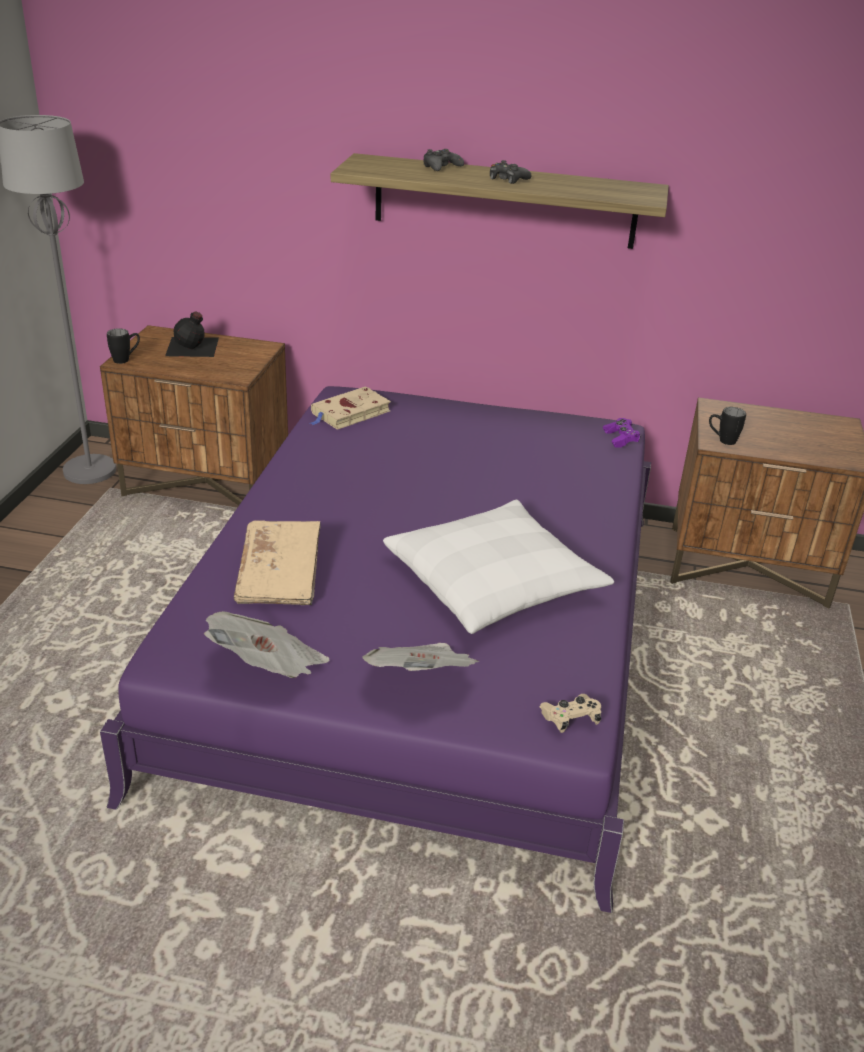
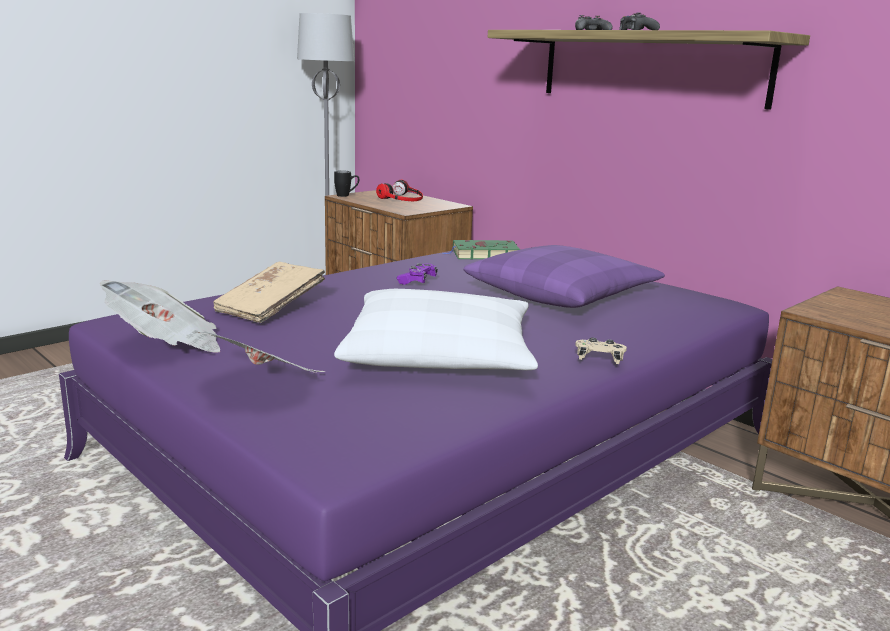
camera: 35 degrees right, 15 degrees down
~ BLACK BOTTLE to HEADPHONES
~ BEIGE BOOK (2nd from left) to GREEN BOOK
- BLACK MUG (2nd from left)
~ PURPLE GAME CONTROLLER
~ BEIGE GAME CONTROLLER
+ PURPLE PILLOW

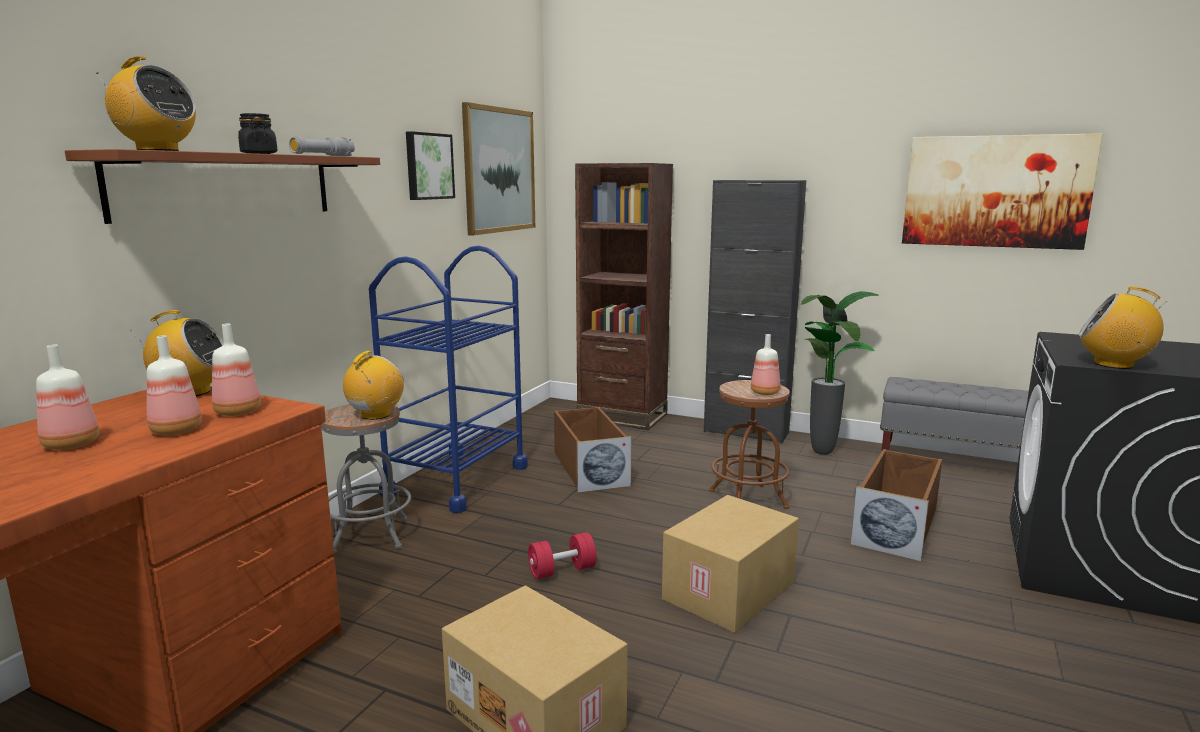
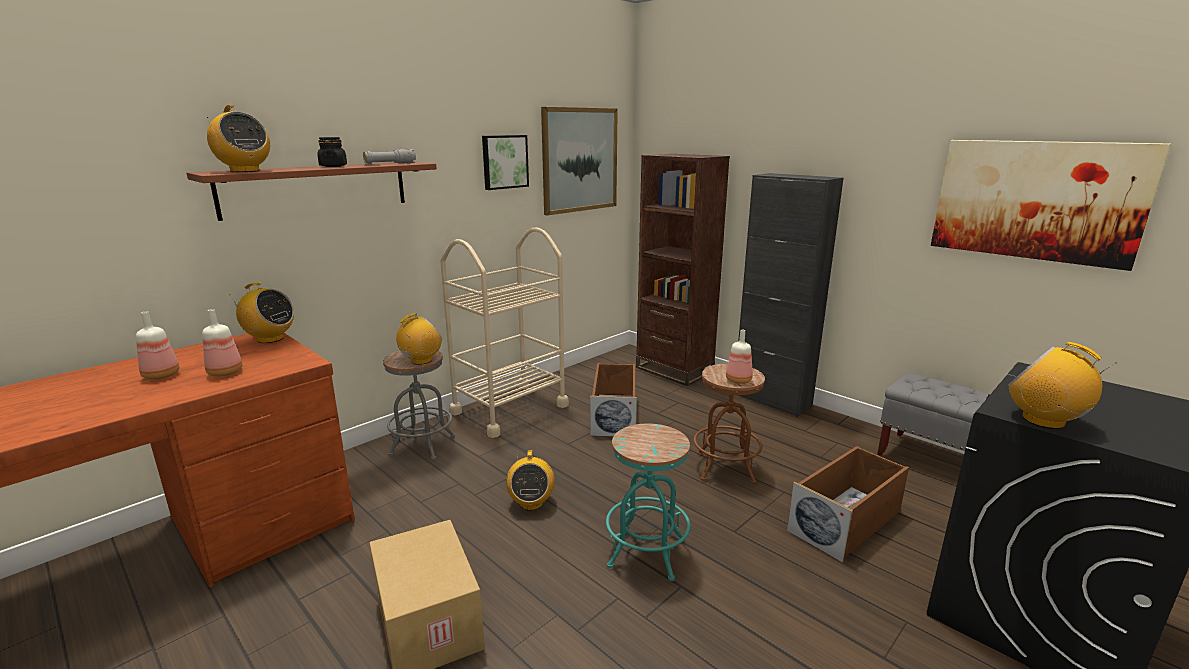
camera: 20 degrees right, 5 degrees up
~ BLUE CART to BEIGE CART
- POTTED PLANT
- BOTTLE (3rd from left)
~ CARDBOARD BOX (2nd from left) to TURQUOISE STOOL
~ RED DUMBBELL to RADIO (4th from left)

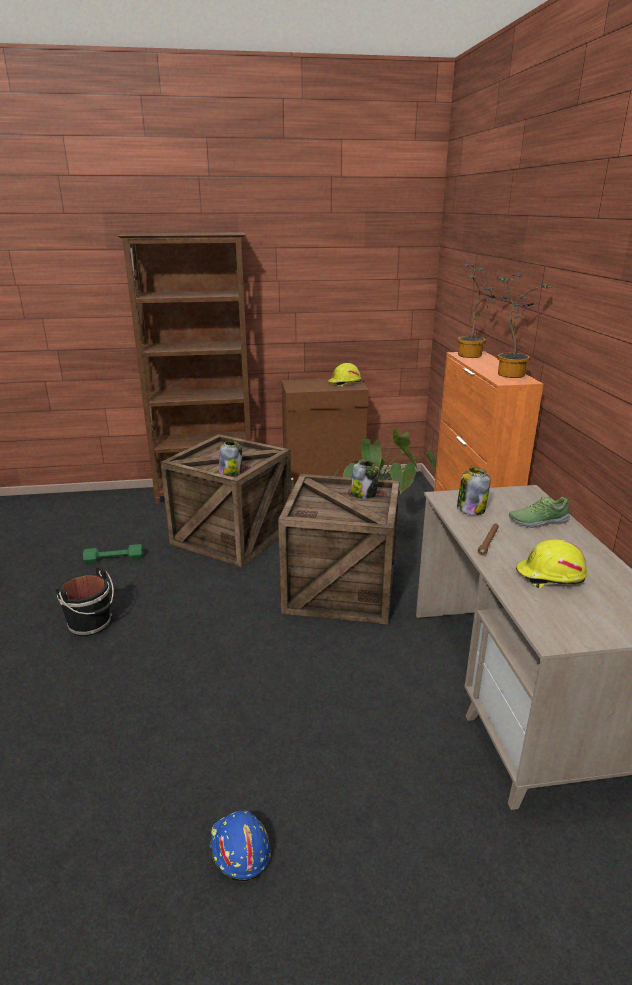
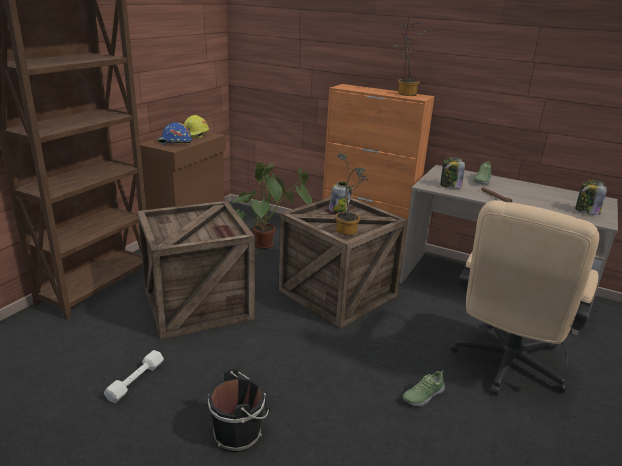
camera: 55 degrees left, 0 degrees up
~ POTTED PLANT (2nd from left)
~ JAR (1st from left in the first image) to JAR (3rd from left)
- YELLOW HARD HAT (2nd from left)
~ GREEN DUMBBELL to WHITE DUMBBELL
~ BLUE HARD HAT
+ BEIGE OFFICE CHAIR
+ SHOE (1st from left)

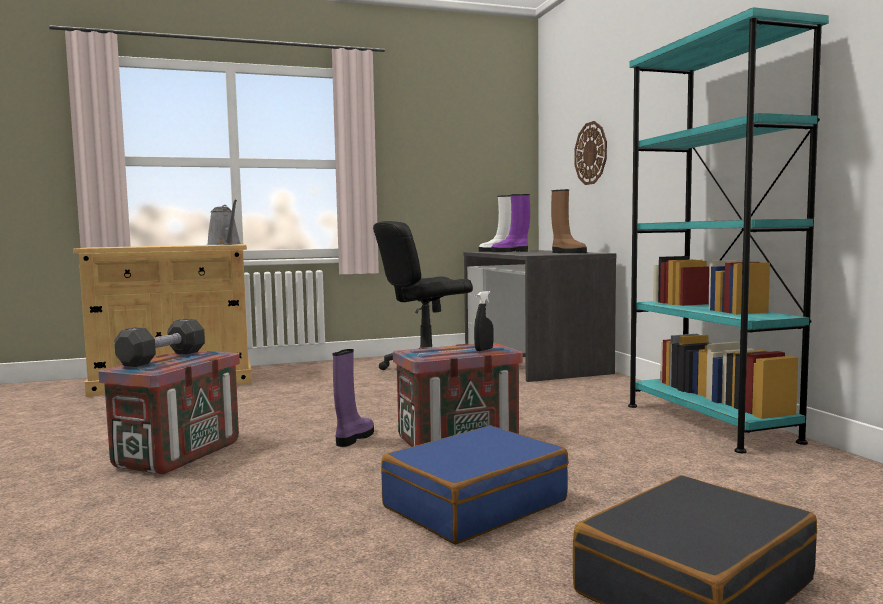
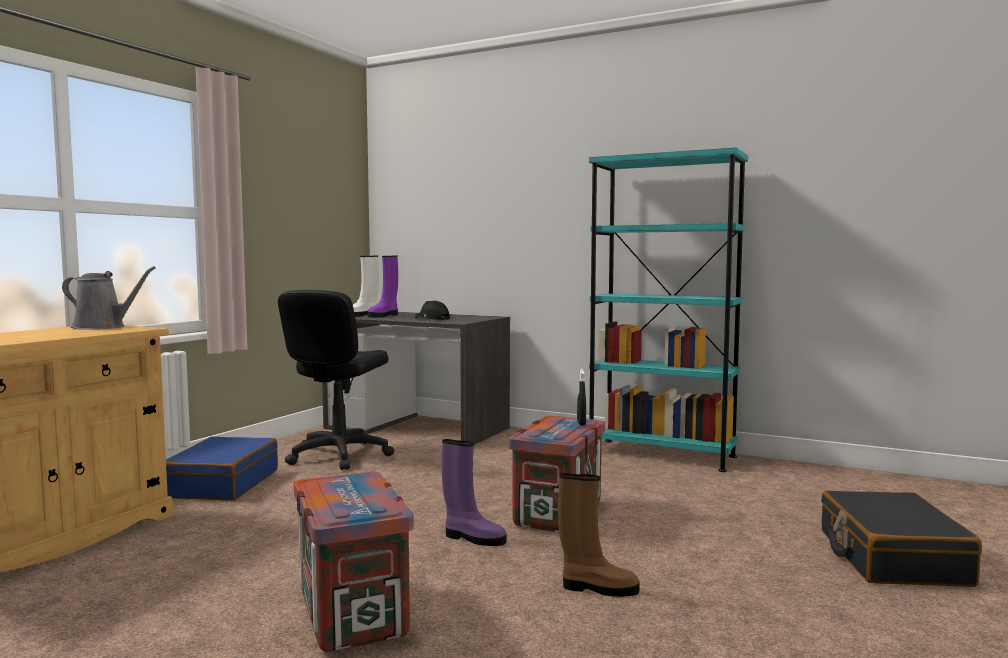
camera: 45 degrees left, 0 degrees up
- WALL CLOCK
~ BROWN BOOT
- BLACK DUMBBELL
~ PURPLE BOOT (1st from left in the first image) 135 degrees clockwise
~ BLUE SUITCASE
+ BLACK CAP

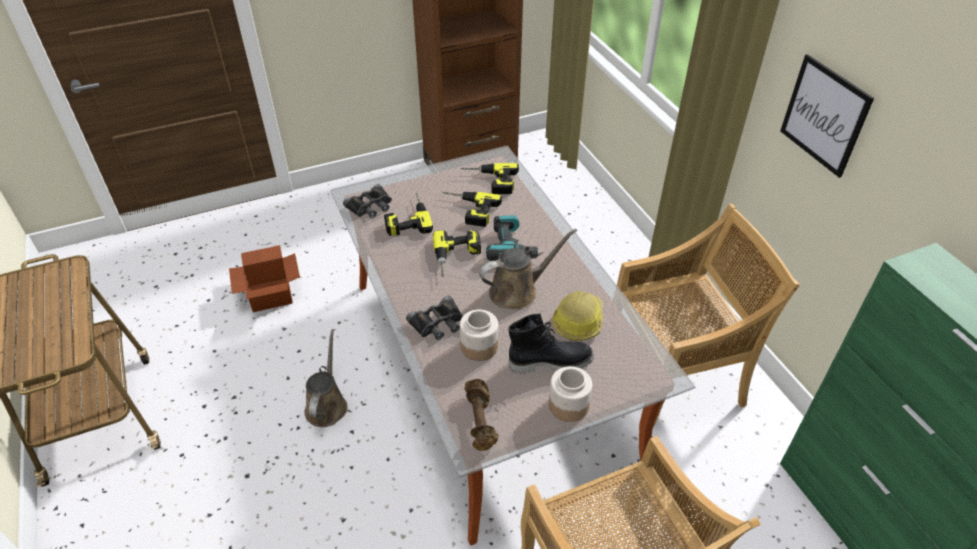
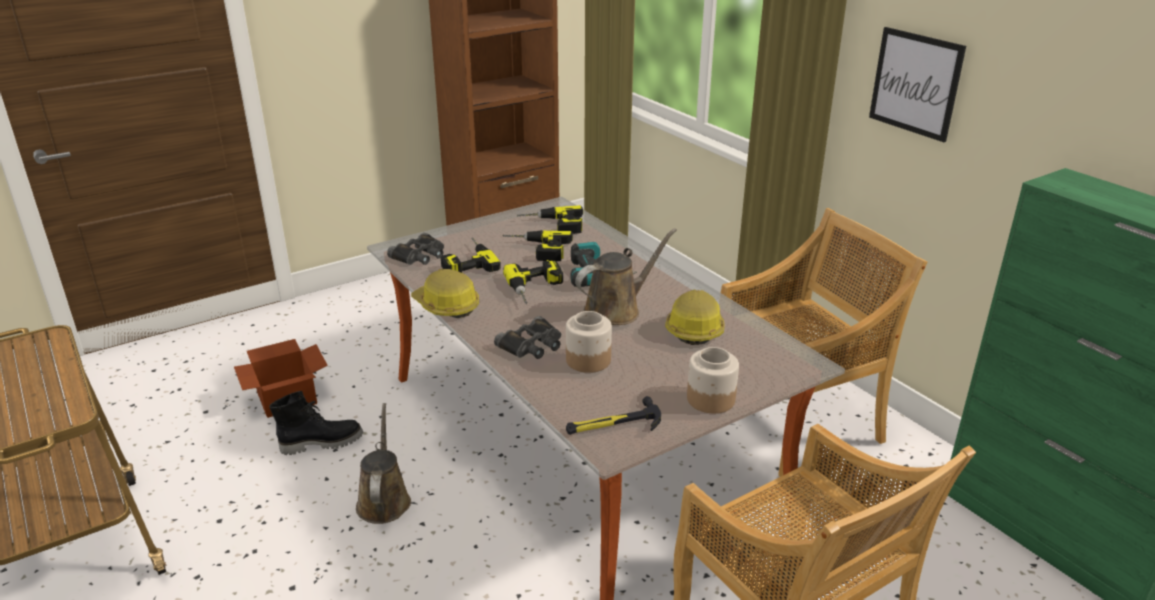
camera: 10 degrees left, 15 degrees down
~ BLACK BOOT
~ BROWN DUMBBELL to HAMMER
+ HARD HAT (1st from left)

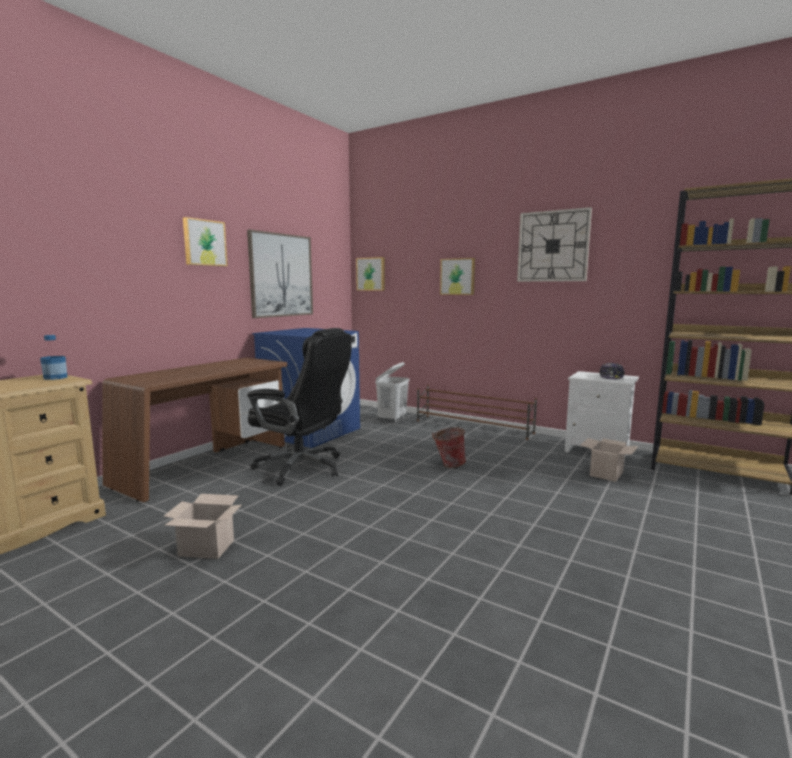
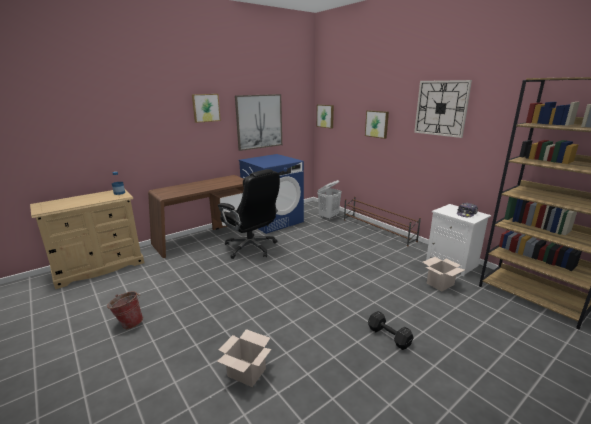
camera: 20 degrees right, 10 degrees up
~ BUCKET
~ CARDBOARD BOX (1st from left)
+ BLACK DUMBBELL

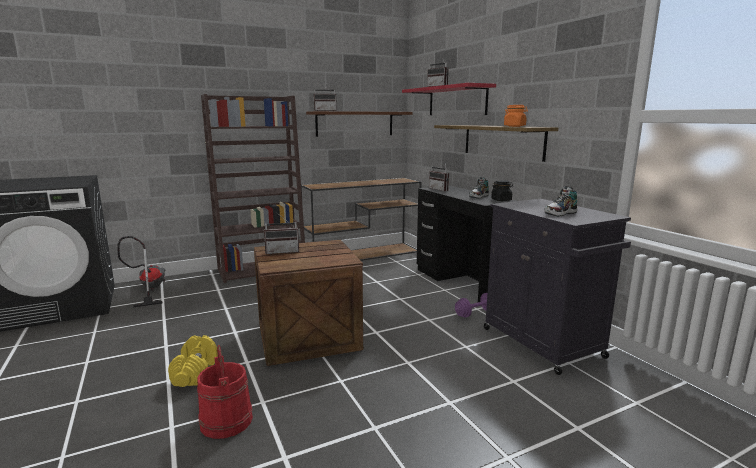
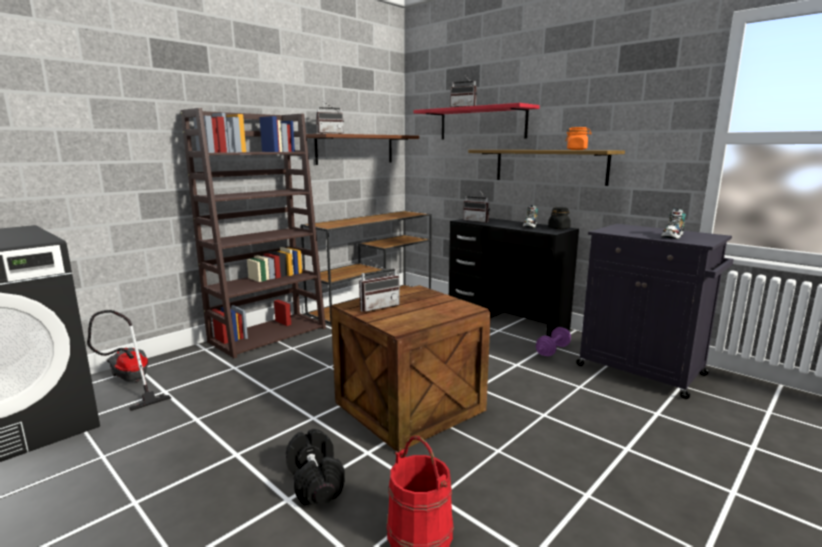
camera: 20 degrees left, 0 degrees up
~ YELLOW DUMBBELL to BLACK DUMBBELL

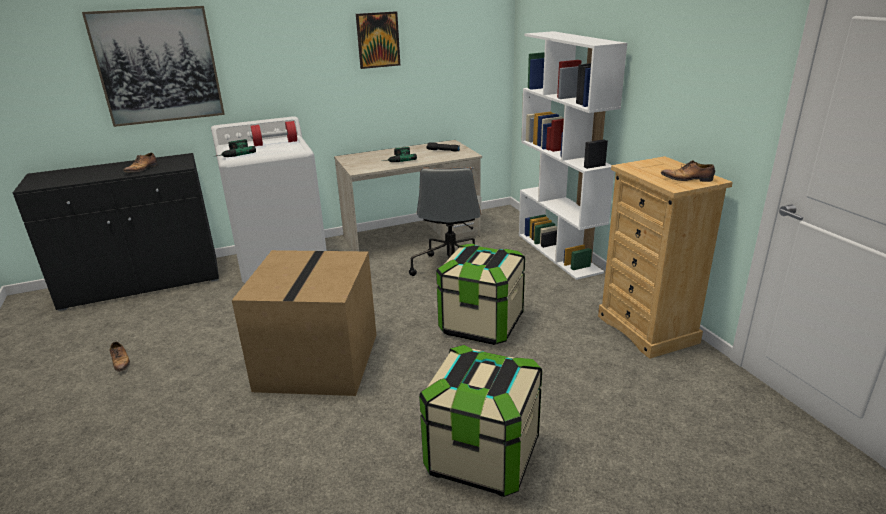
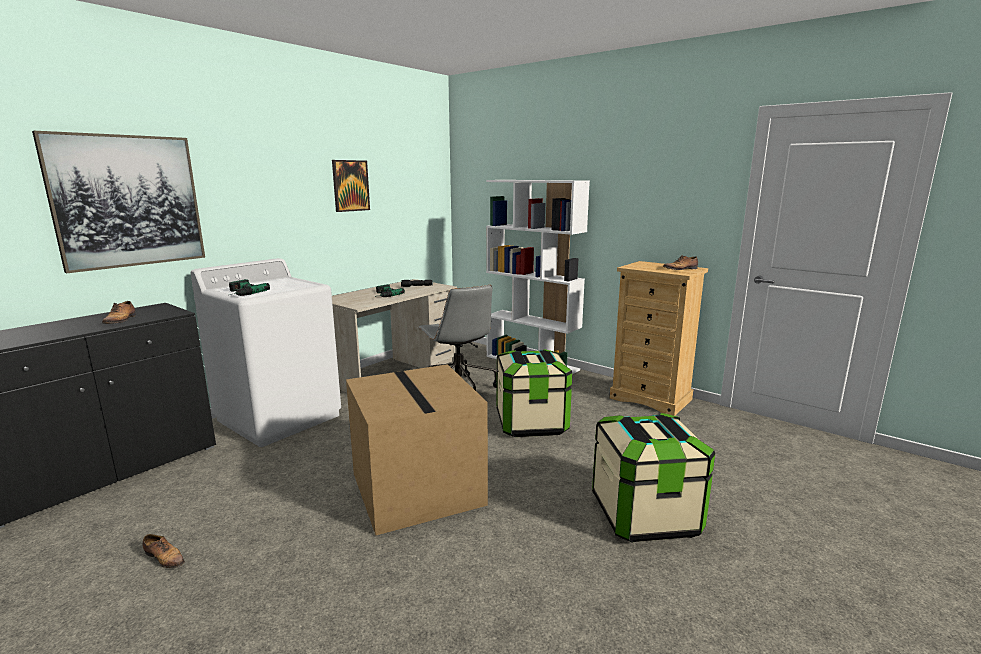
camera: 30 degrees left, 10 degrees down
- RED DUMBBELL

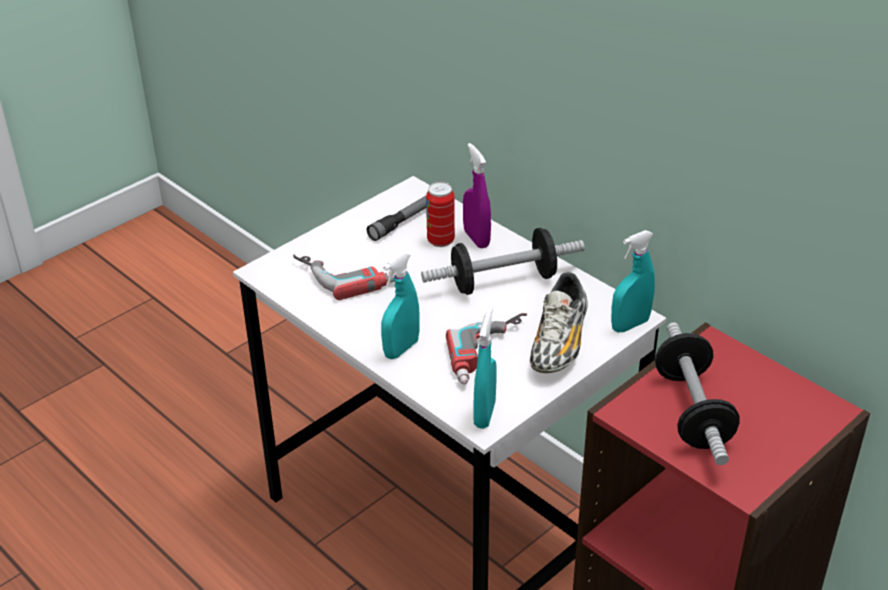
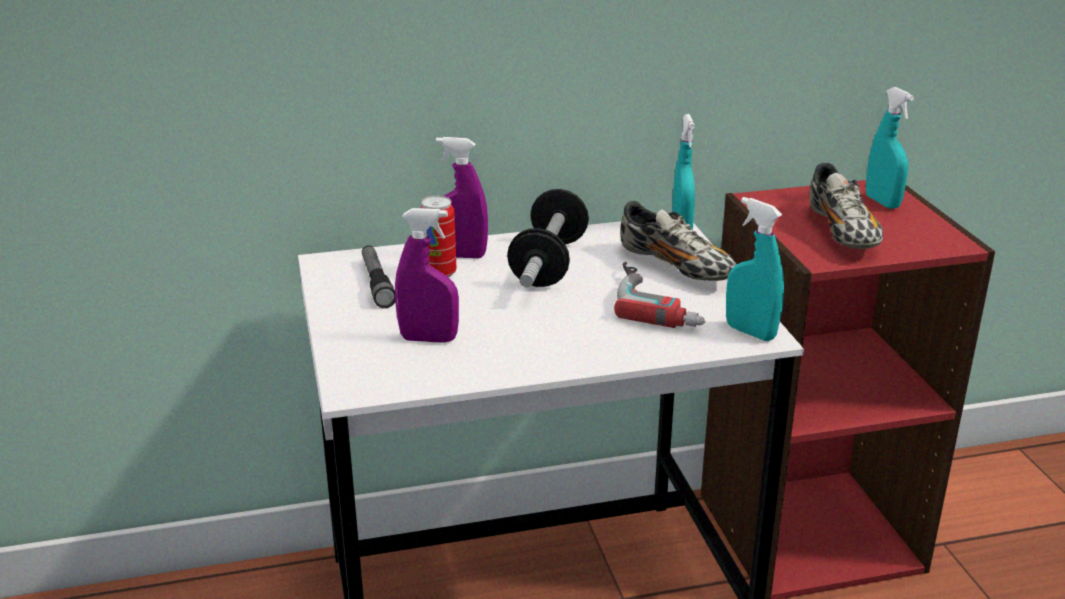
camera: 60 degrees left, 10 degrees down
~ TURQUOISE SPRAY BOTTLE (1st from left in the first image) to TURQUOISE SPRAY BOTTLE (3rd from left)
~ POWER DRILL (1st from left) to PURPLE SPRAY BOTTLE (1st from left)
~ DUMBBELL (2nd from left) to SHOE (2nd from left)

